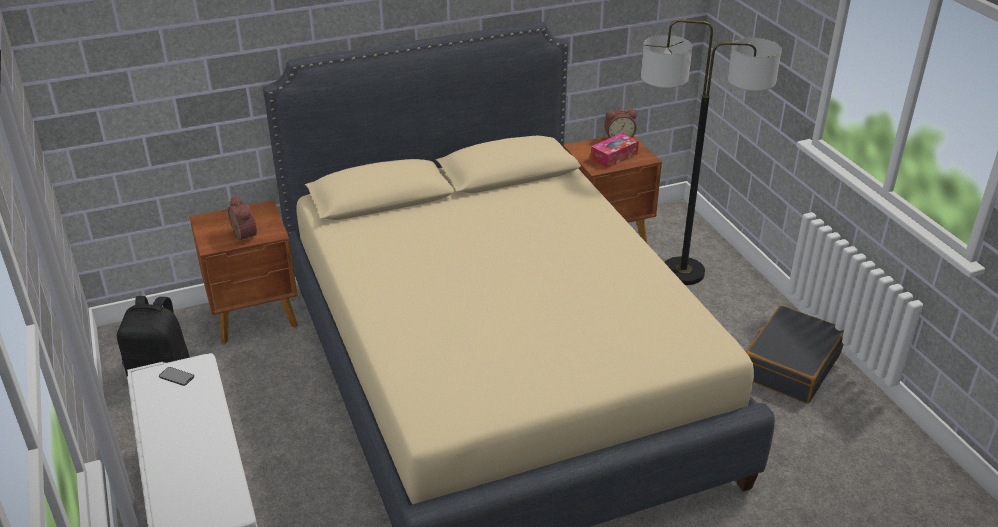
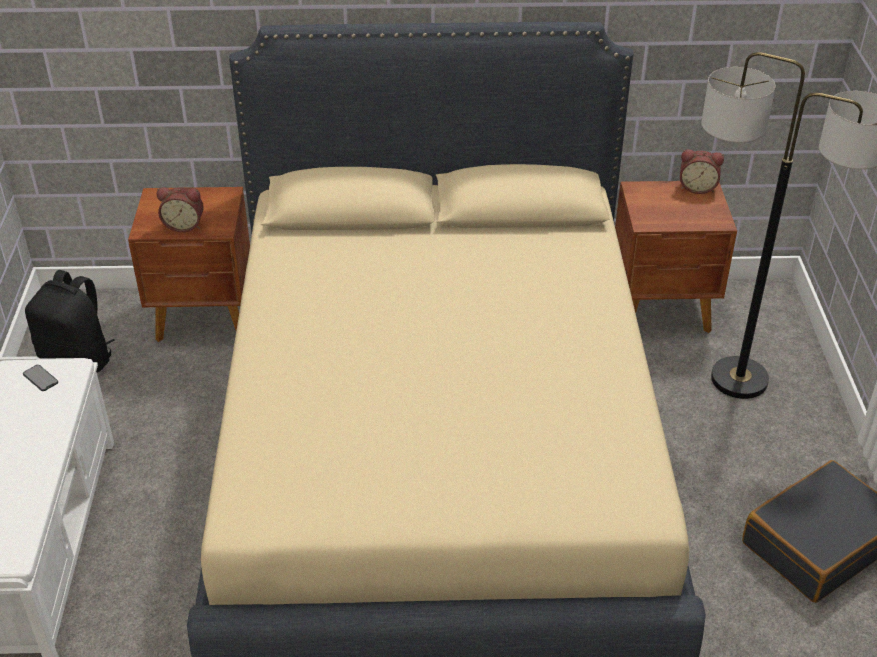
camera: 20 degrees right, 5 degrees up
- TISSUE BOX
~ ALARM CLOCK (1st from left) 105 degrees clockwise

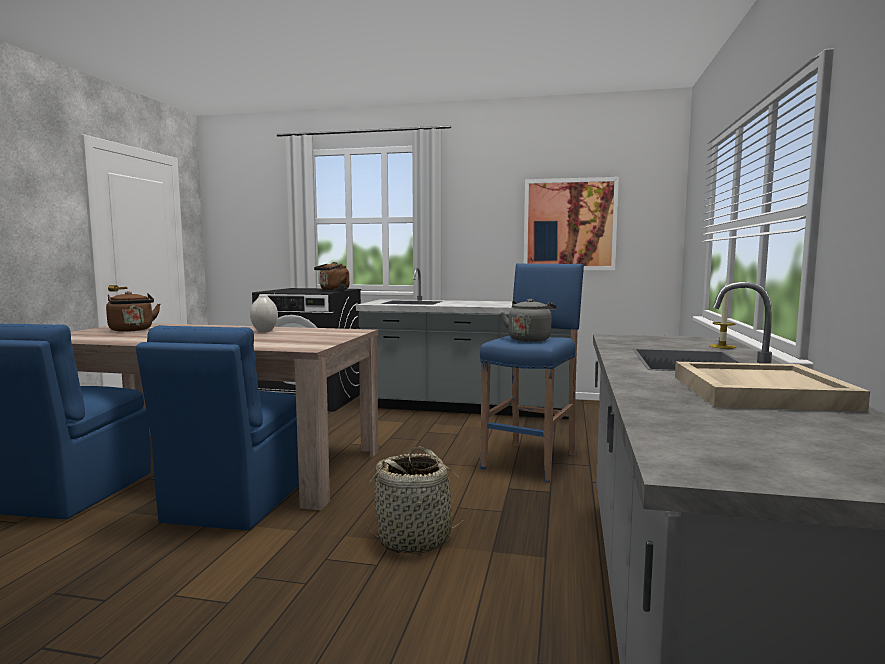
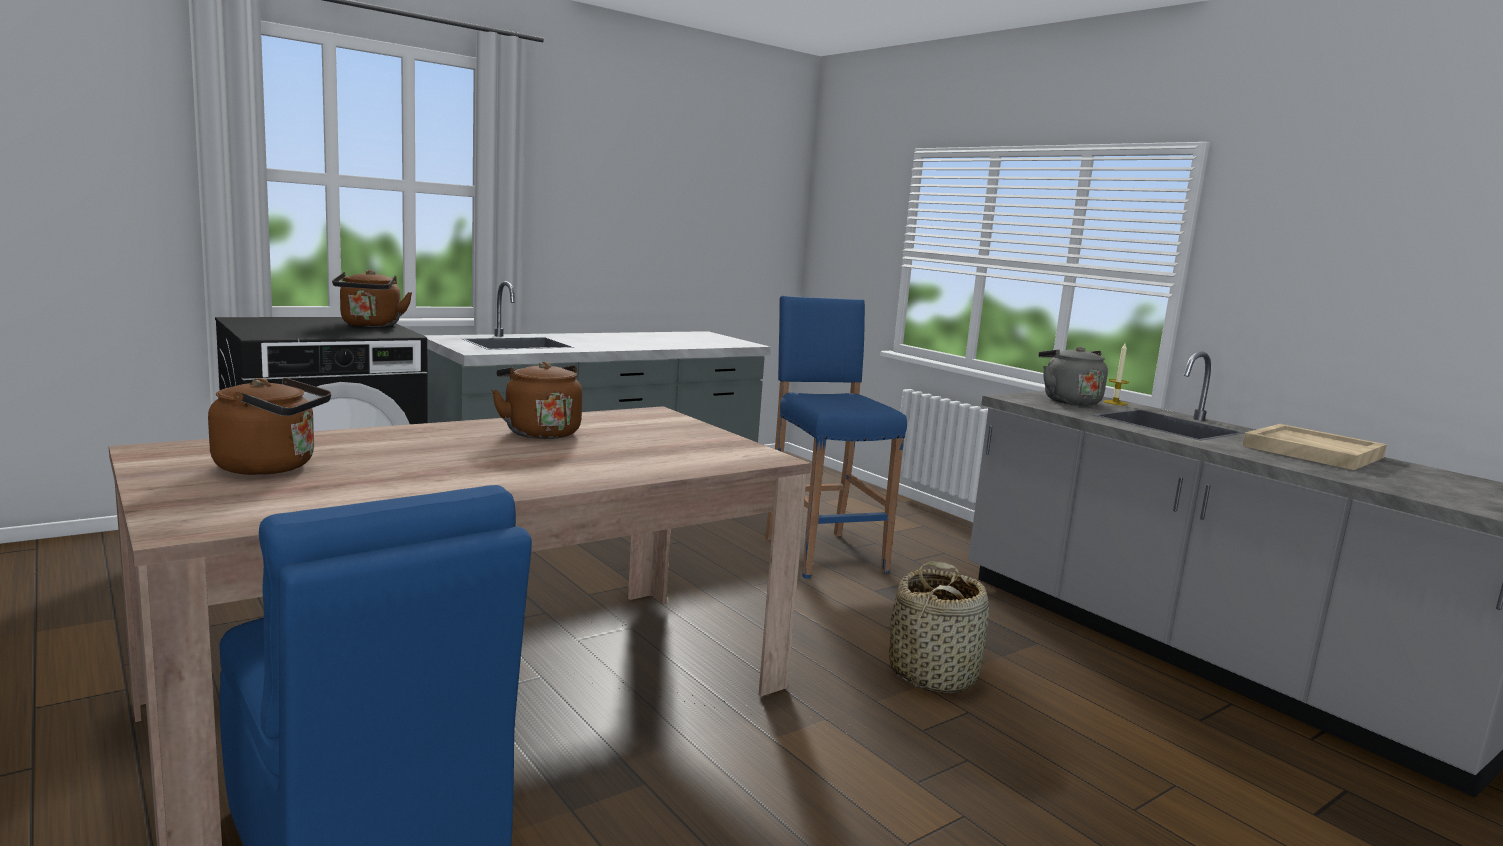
camera: 50 degrees left, 5 degrees up
- PICTURE
~ WHITE VASE to BROWN KETTLE (3rd from left)
~ GREY KETTLE
- BLUE CHAIR (2nd from left)

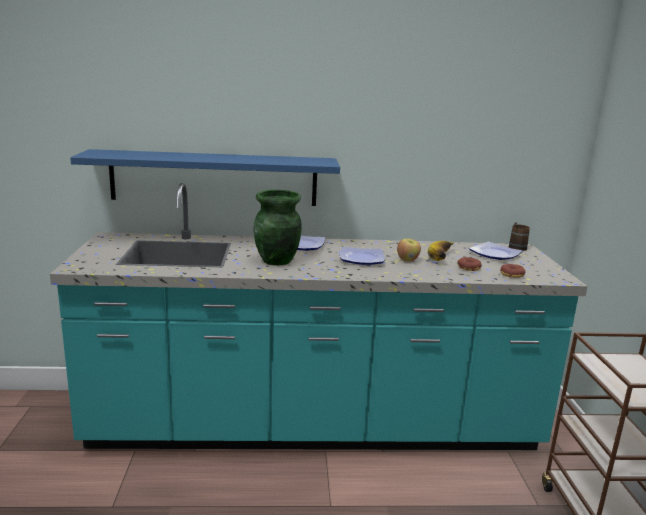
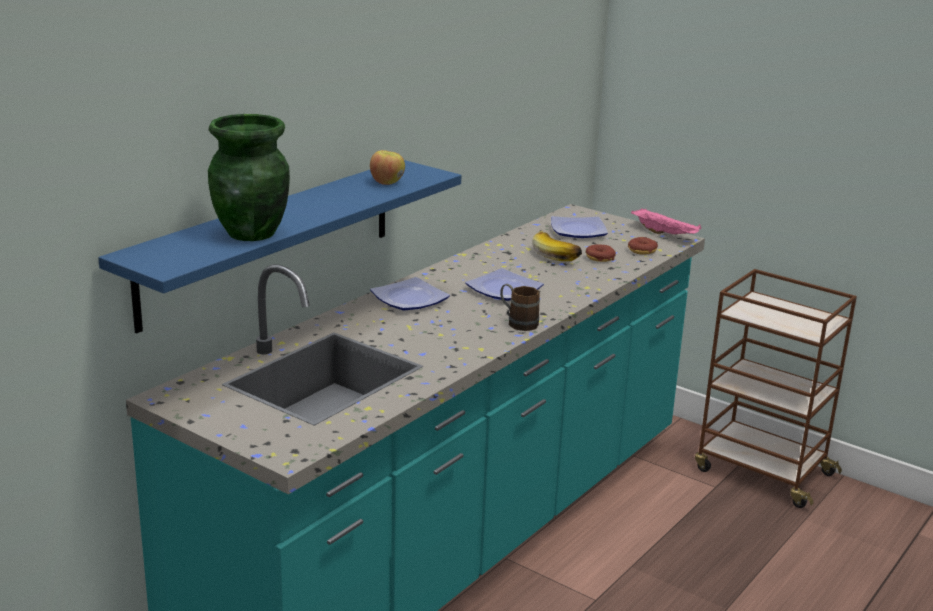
camera: 50 degrees left, 5 degrees up
~ GREEN VASE
~ BROWN MUG
~ APPLE
+ PINK TRAY

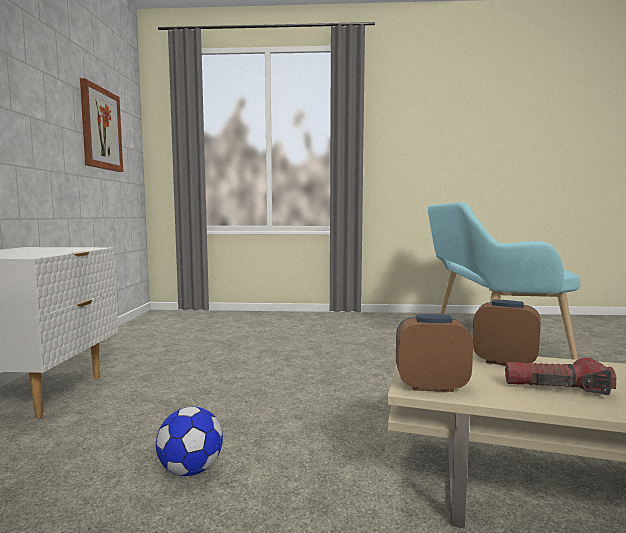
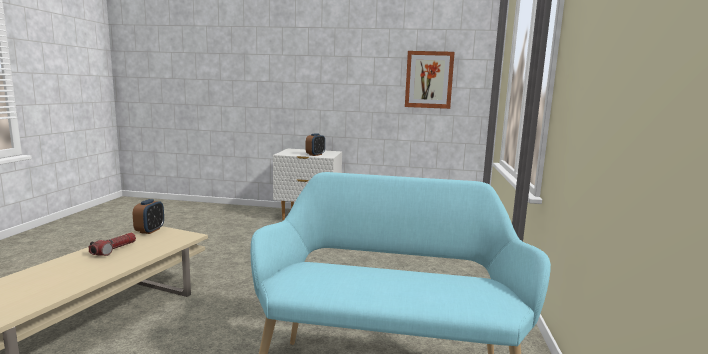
camera: 95 degrees right, 5 degrees up
~ ALARM CLOCK (2nd from left)
- FOOTBALL

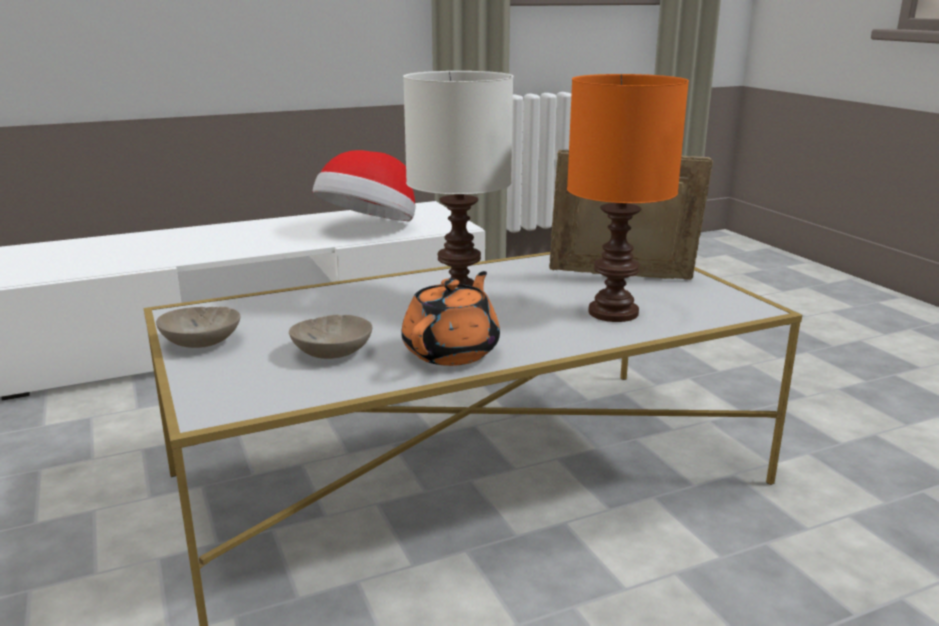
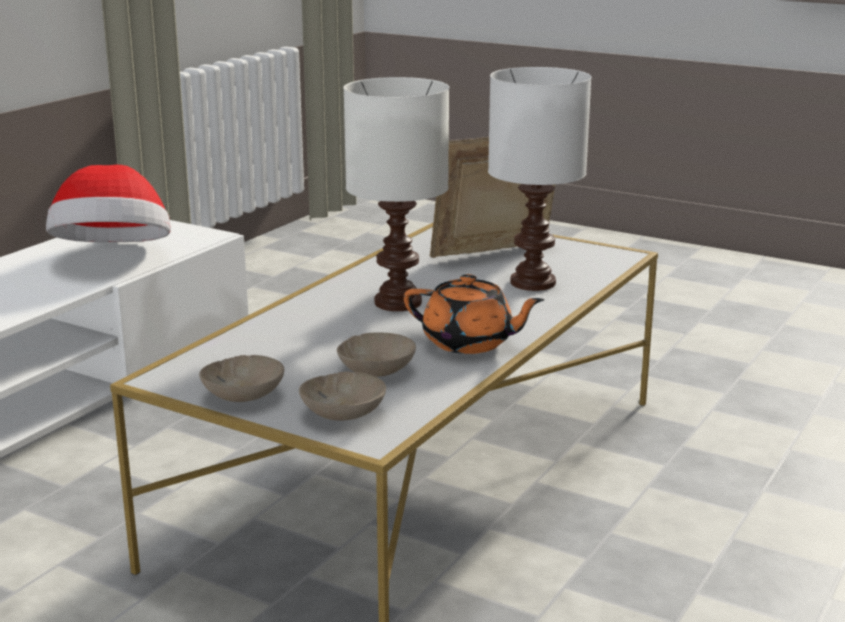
camera: 35 degrees left, 0 degrees up
~ ORANGE TABLE LAMP to WHITE TABLE LAMP (2nd from left)
~ ORANGE TEAPOT 120 degrees clockwise
+ BEIGE BOWL (2nd from left)

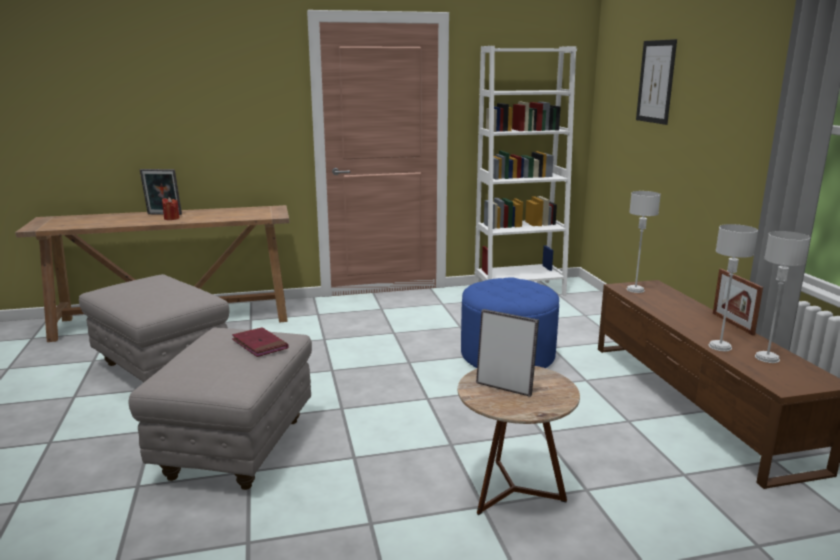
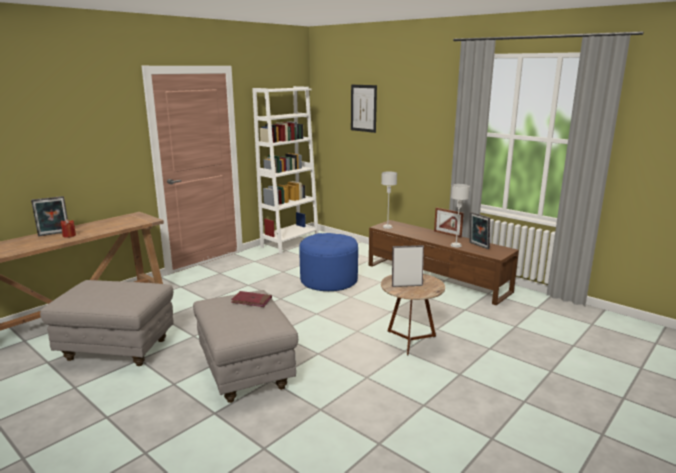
camera: 35 degrees left, 0 degrees up
~ GREY TABLE LAMP (3rd from left) to PICTURE FRAME (4th from left)

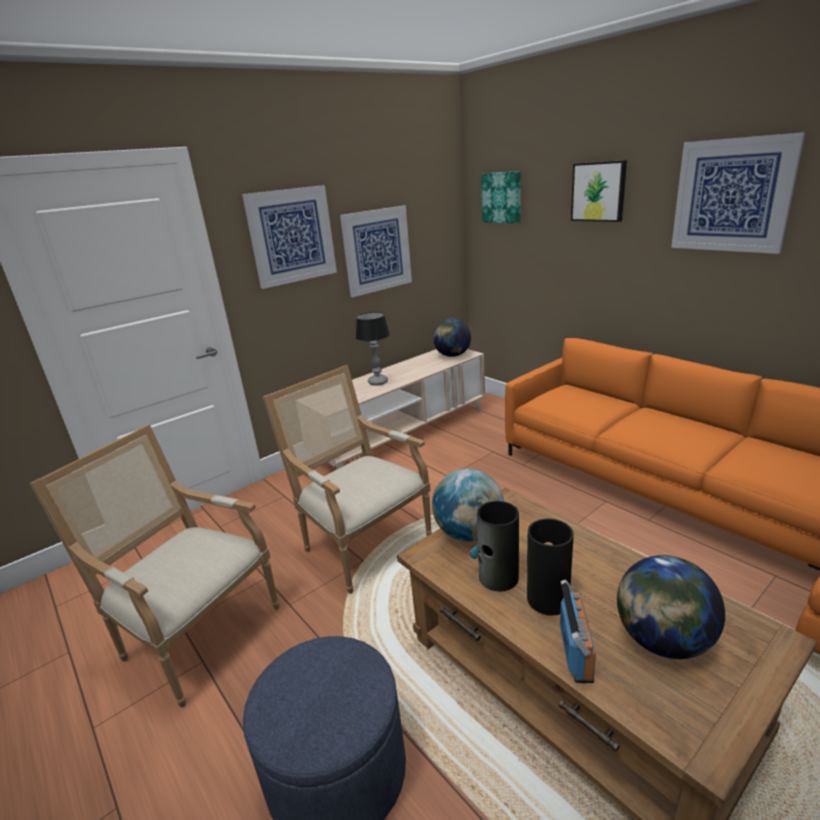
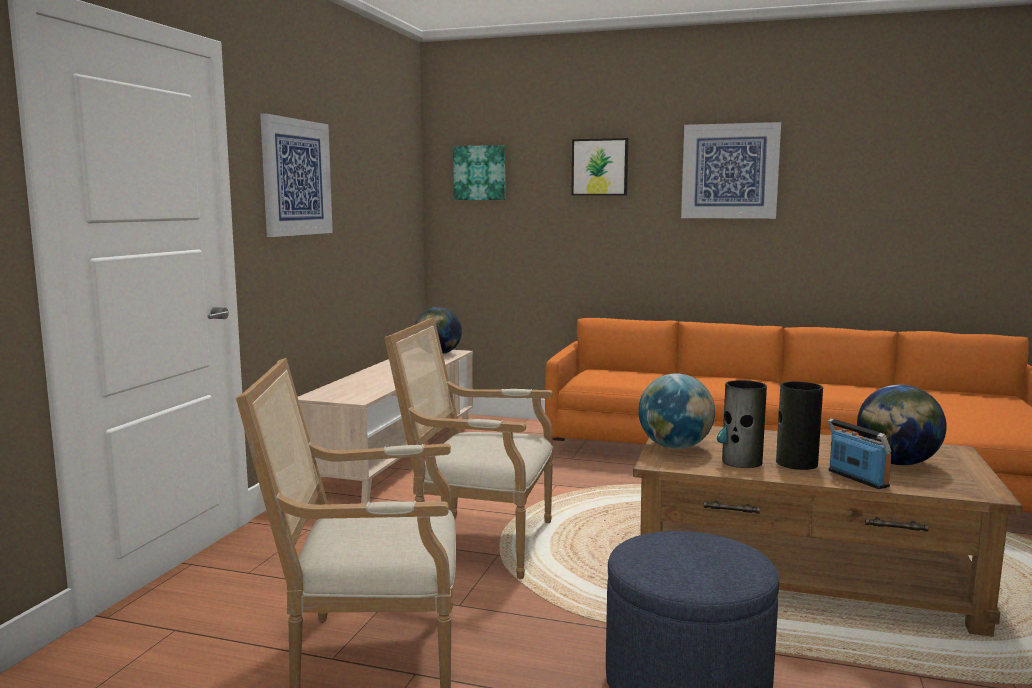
camera: 35 degrees left, 15 degrees down
- PICTURE (2nd from left)
- TABLE LAMP

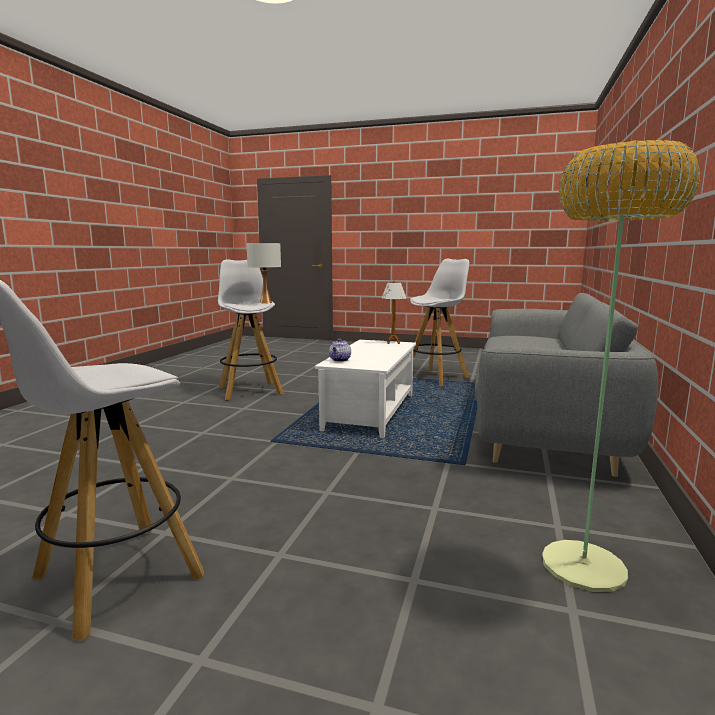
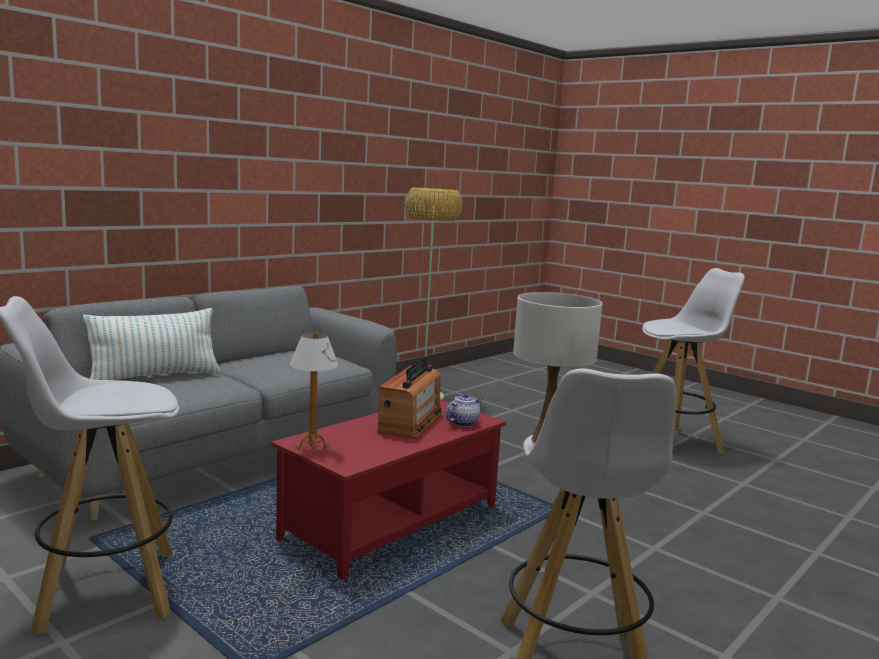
camera: 155 degrees left, 0 degrees up
~ WHITE COFFEE TABLE to RED COFFEE TABLE
+ PILLOW
+ RADIO

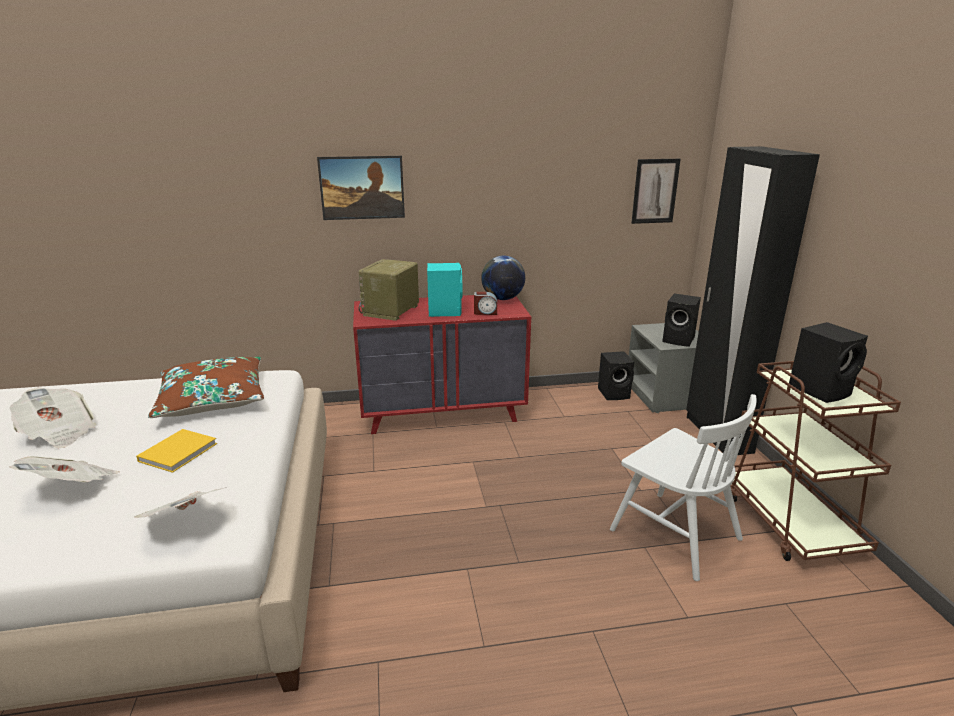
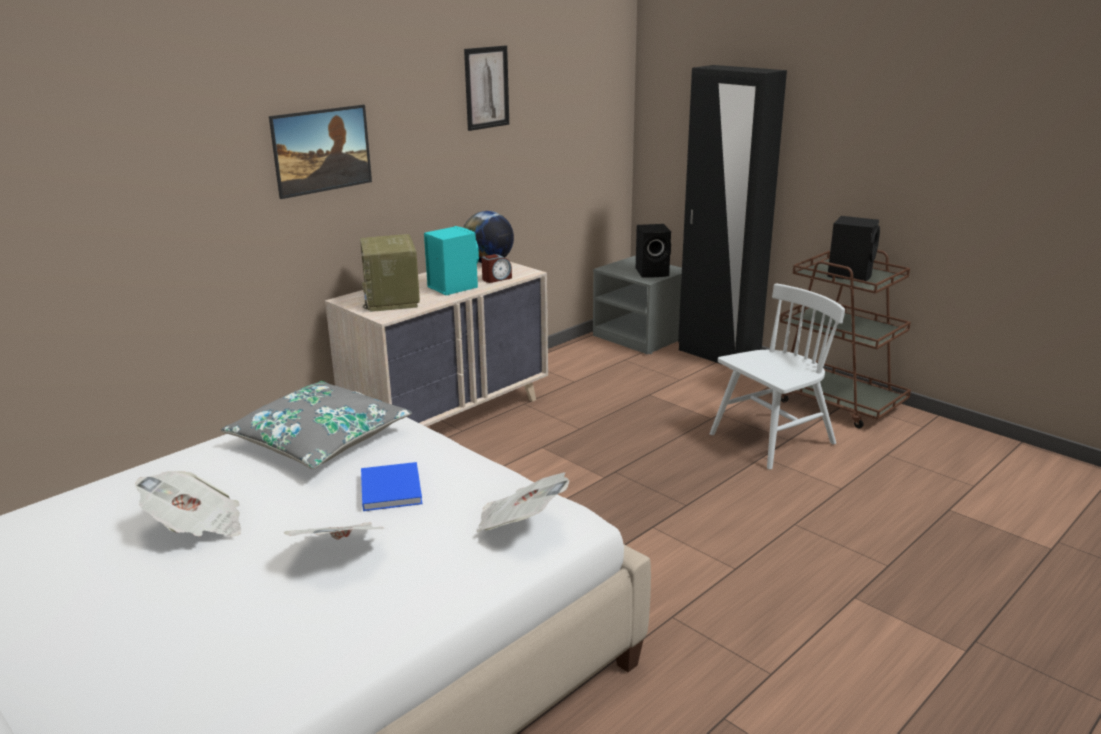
camera: 35 degrees left, 0 degrees up
~ PICTURE (2nd from left)
~ RED DRESSER to BEIGE DRESSER
- BLACK SPEAKER (1st from left)
~ BROWN PILLOW to GREY PILLOW
~ WHITE CHAIR 45 degrees counterclockwise
~ YELLOW BOOK to BLUE BOOK

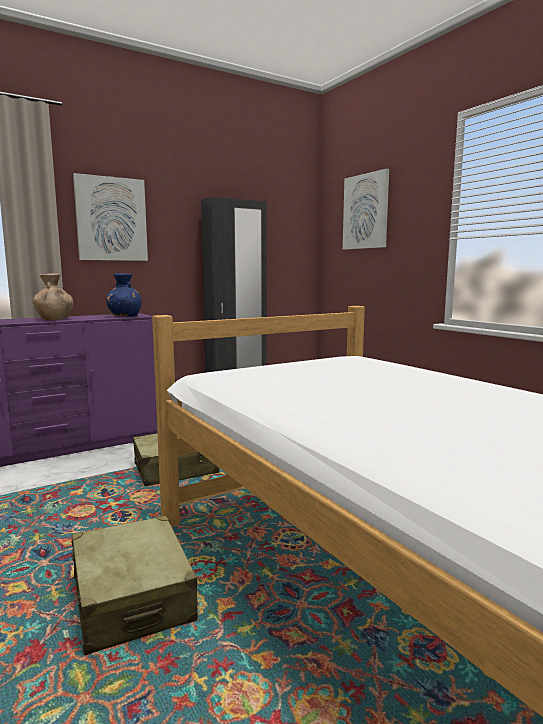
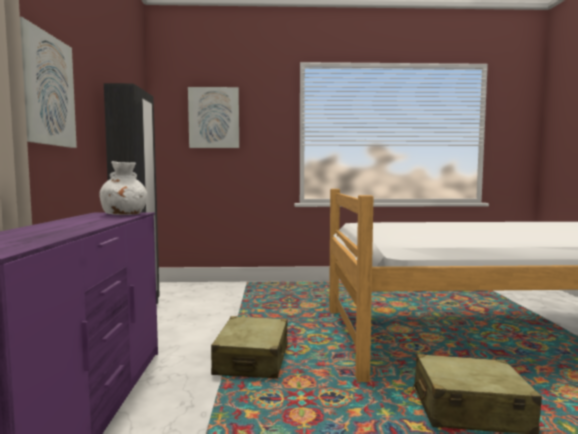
camera: 60 degrees left, 5 degrees down
- BROWN VASE
~ BLUE VASE to WHITE VASE

